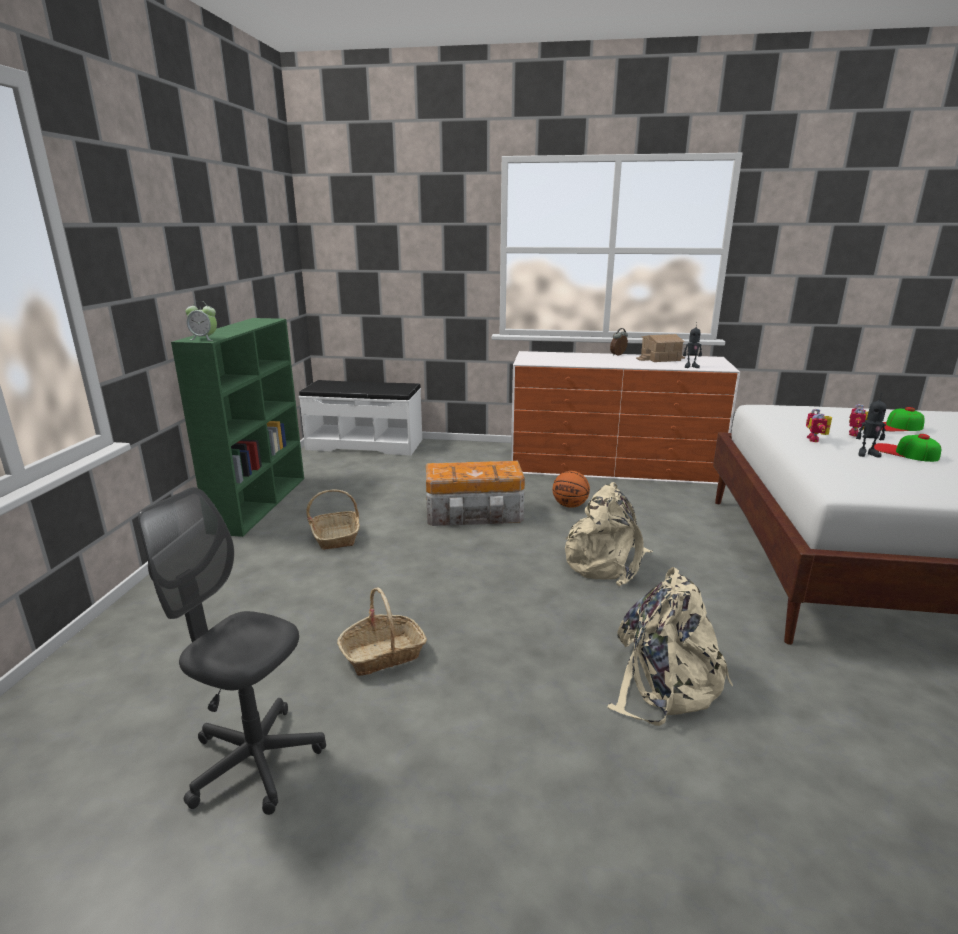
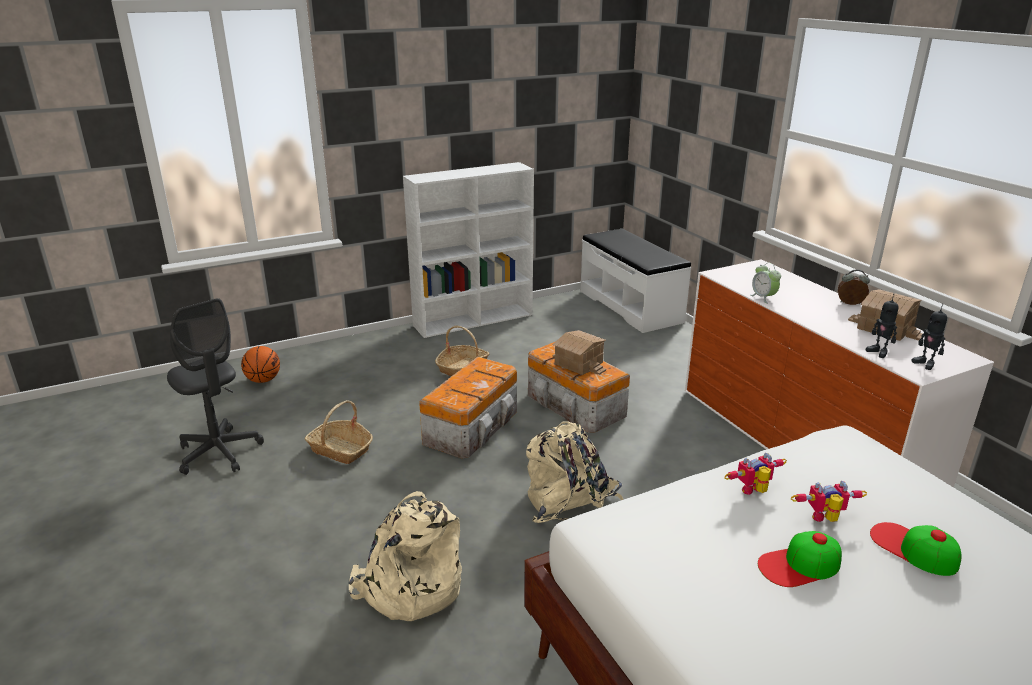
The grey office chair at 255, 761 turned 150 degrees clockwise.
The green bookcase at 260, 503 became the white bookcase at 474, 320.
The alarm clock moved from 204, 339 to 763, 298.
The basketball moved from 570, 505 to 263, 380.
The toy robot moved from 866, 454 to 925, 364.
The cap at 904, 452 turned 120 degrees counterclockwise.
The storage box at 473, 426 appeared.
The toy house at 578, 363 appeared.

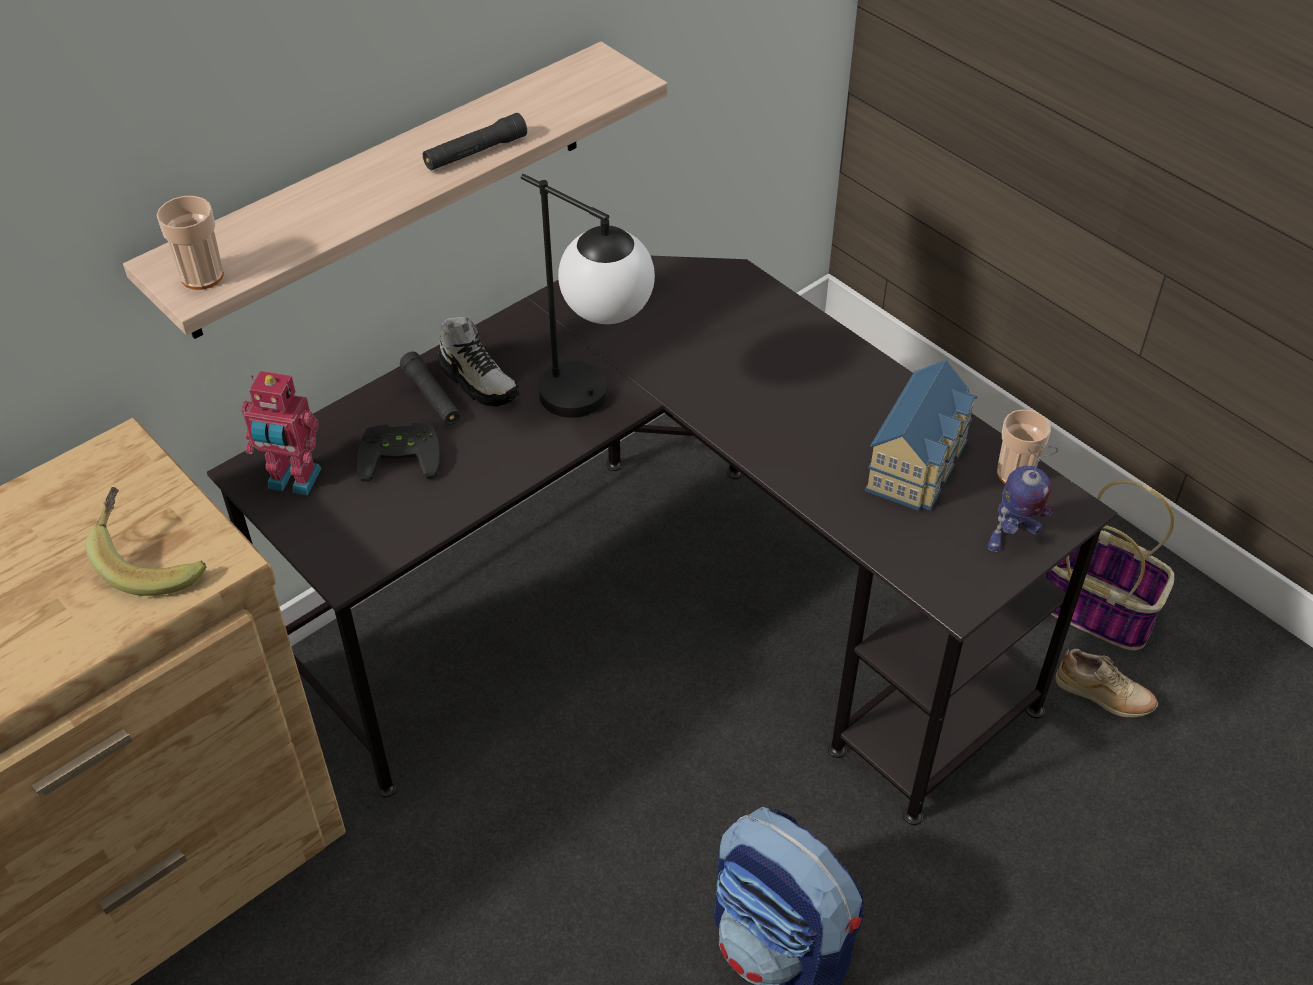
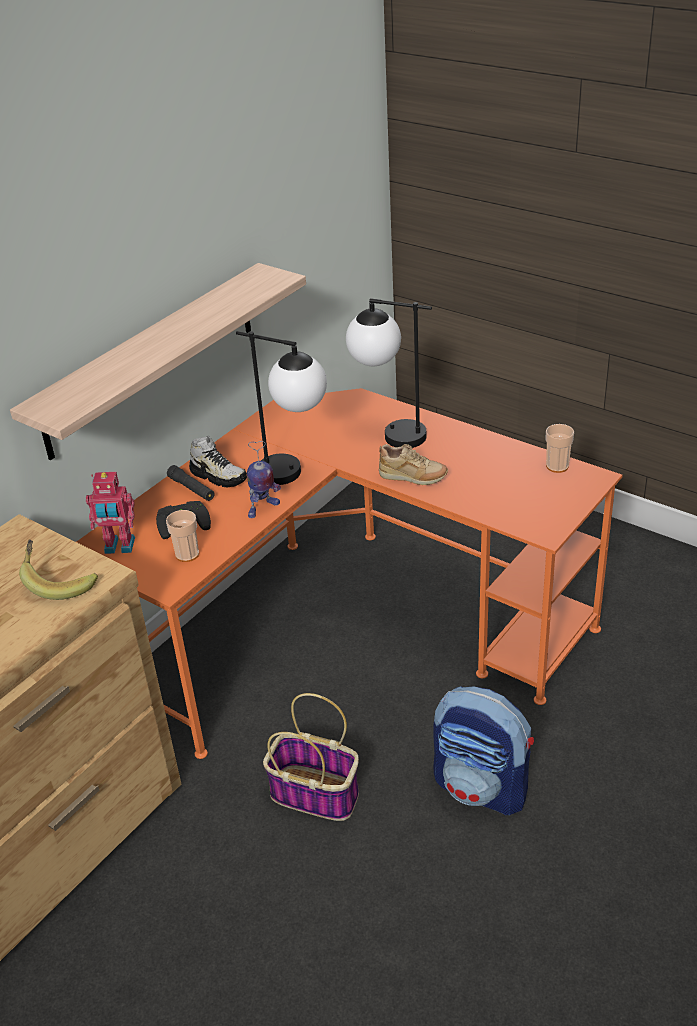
The cup moved from 202, 276 to 187, 554.
The black desk at 661, 622 became the orange desk at 350, 626.
The black flashlight at 475, 152 disappeared.
The toy house at 920, 464 disappeared.
The toy robot moved from 1012, 536 to 263, 509.
The basket moved from 1097, 610 to 316, 794.
The beige shoe moved from 1102, 698 to 413, 478.
The table lamp at 388, 434 appeared.

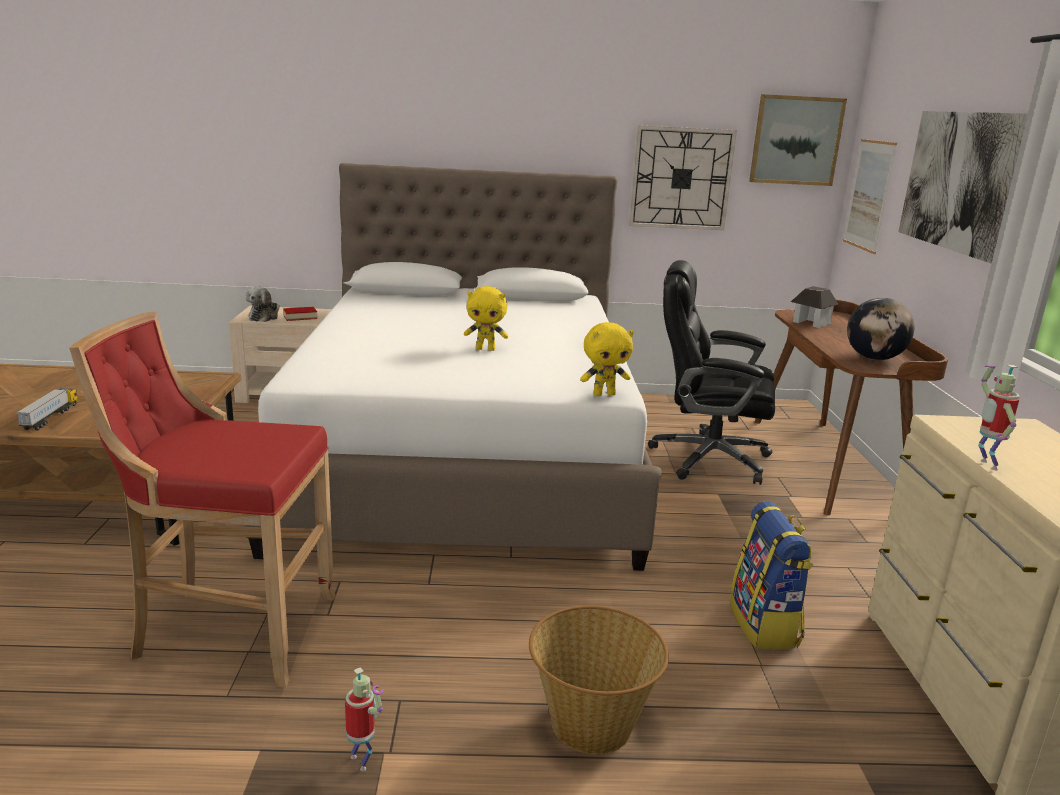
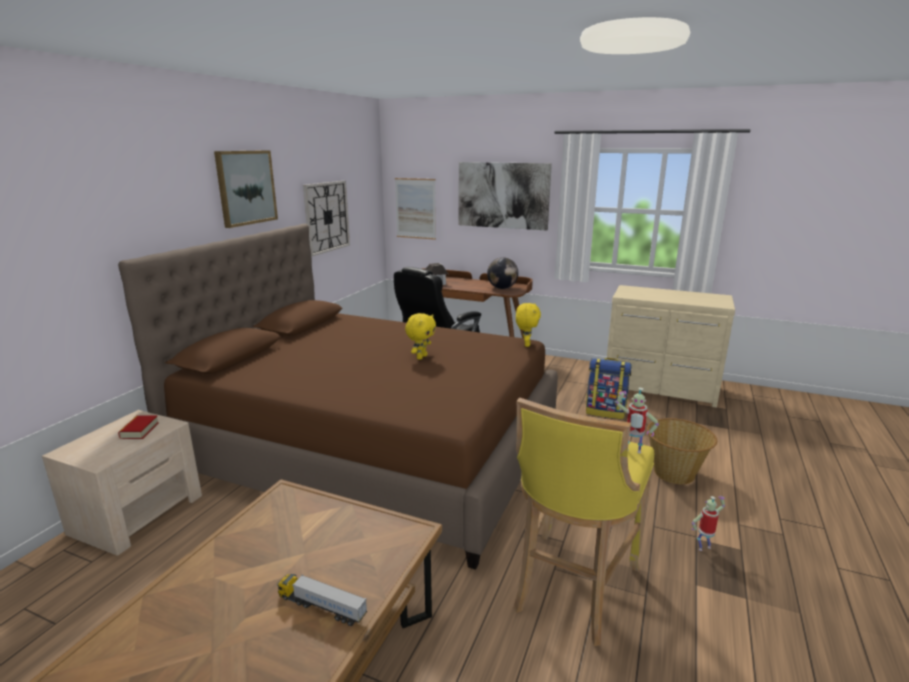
The red stool at 229, 630 became the yellow stool at 571, 589.
The white bed at 465, 457 became the brown bed at 373, 448.
The plush toy at 264, 317 disappeared.
The picture moved from 796, 140 to 246, 187.
The toy robot moved from 985, 464 to 632, 452.

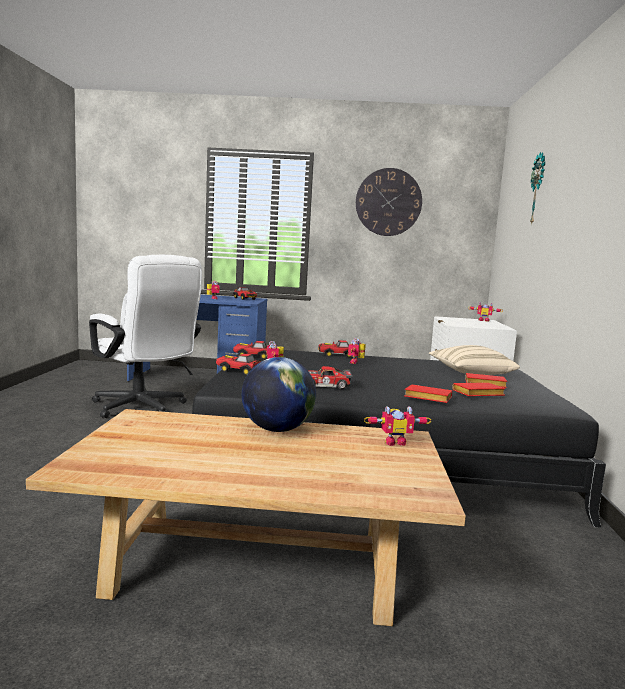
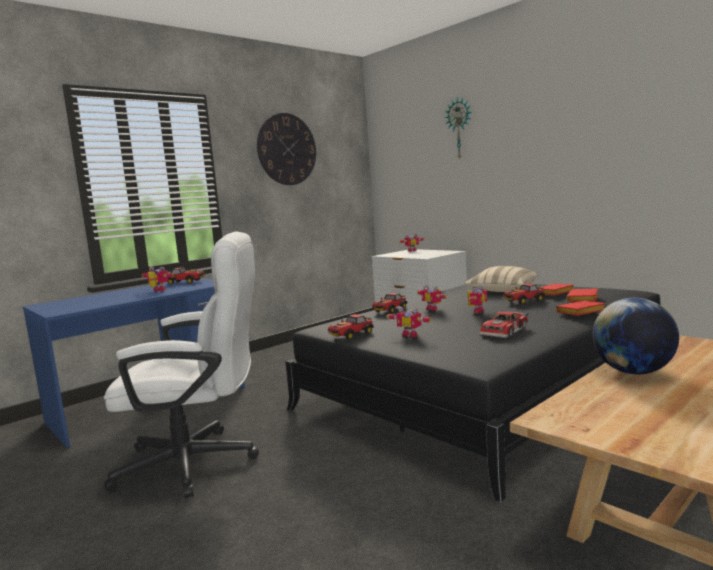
The toy car moved from 238, 371 to 523, 301.
The toy robot moved from 394, 442 to 476, 311.

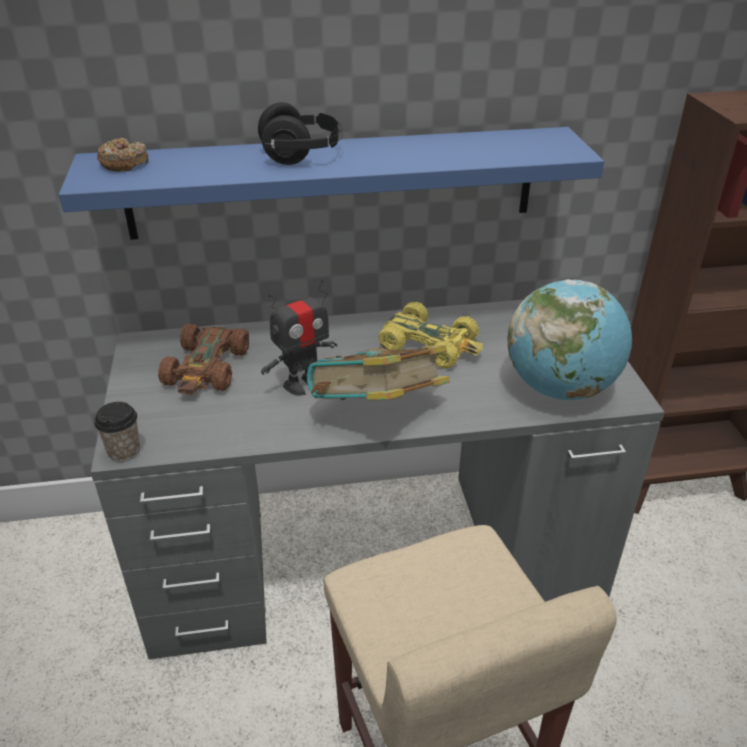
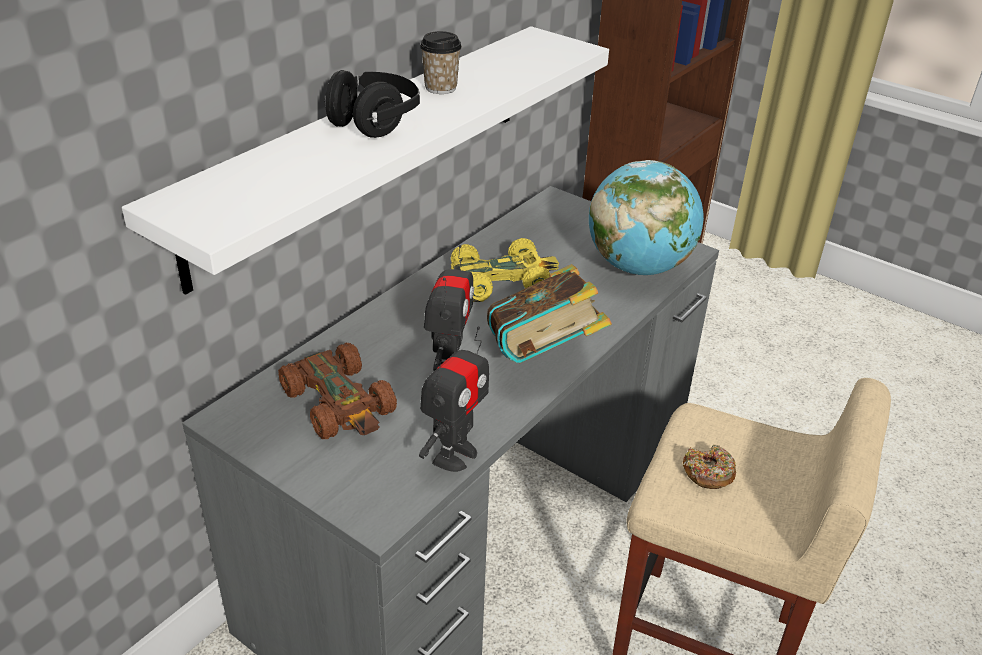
The blue shelf at 333, 183 became the white shelf at 367, 147.
The cup moved from 124, 451 to 440, 88.
The donut moved from 124, 163 to 708, 473.
The toy robot at 454, 455 appeared.

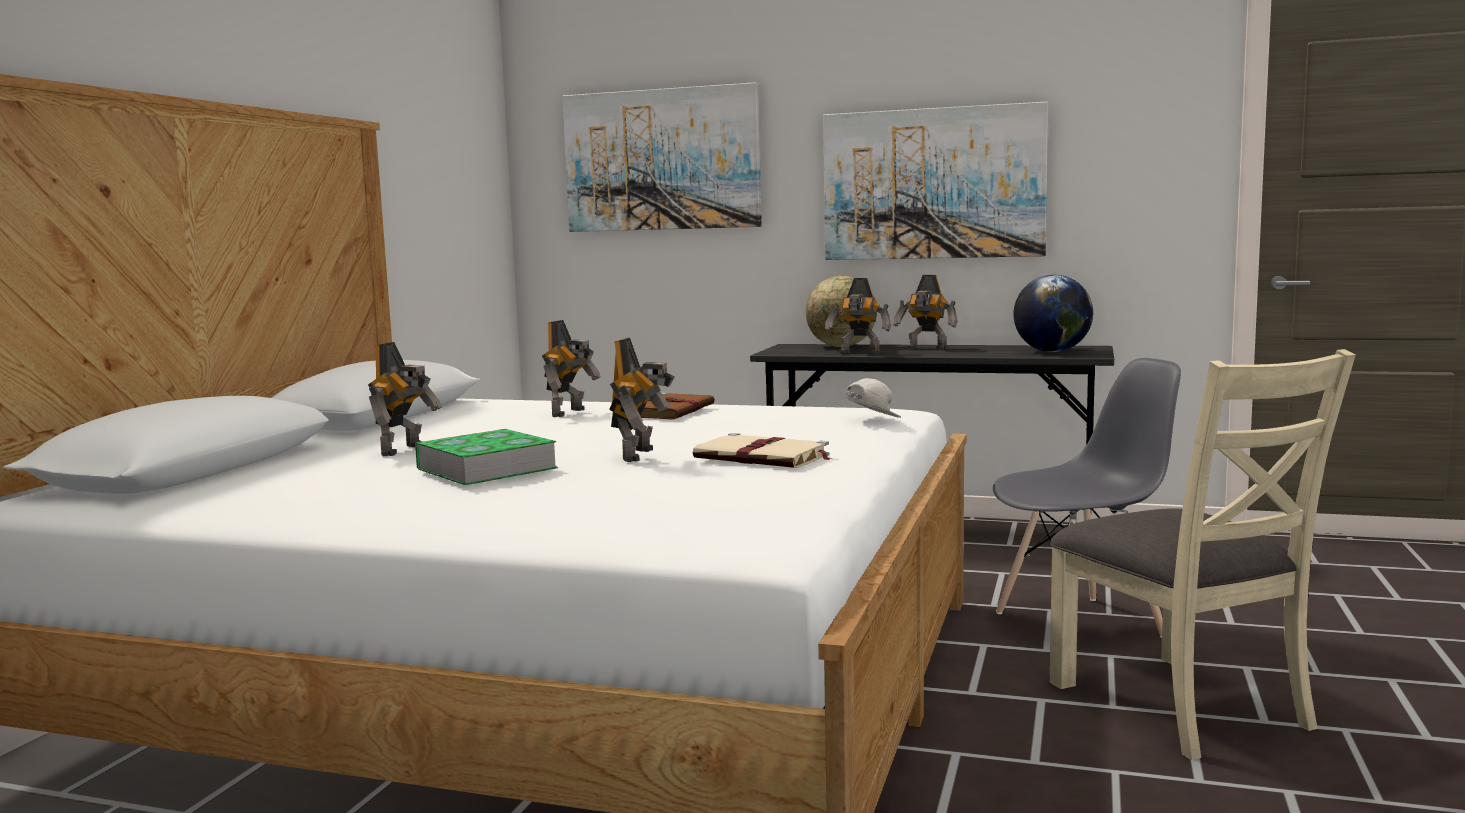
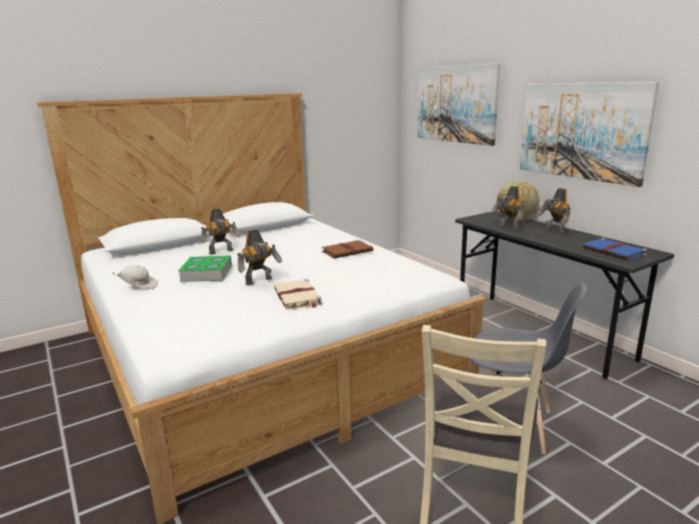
The toy robot at 570, 413 disappeared.
The white cap moved from 870, 420 to 139, 286.
The globe at 1052, 351 was replaced by the blue book at 614, 252.

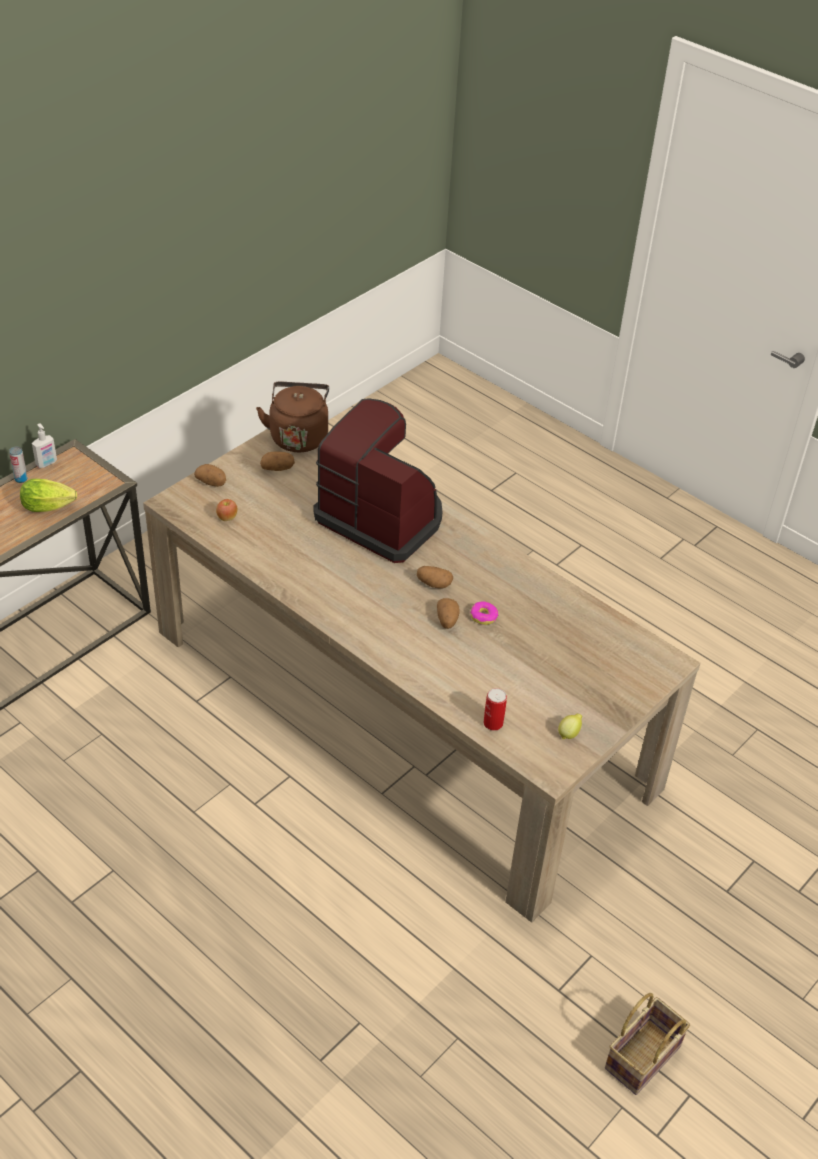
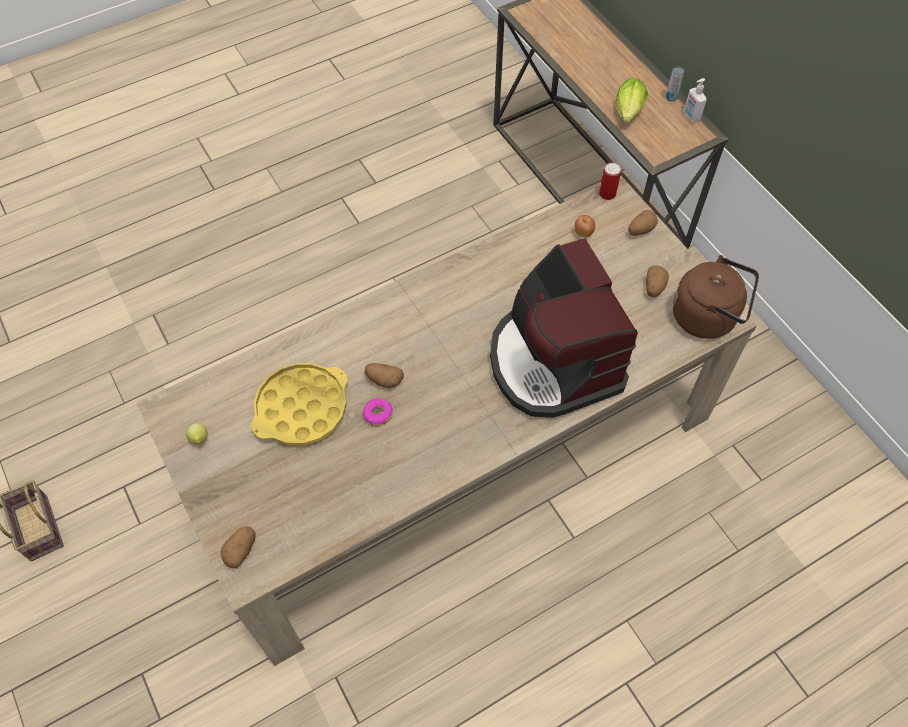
The coffee machine at 382, 517 turned 105 degrees clockwise.
The potato moved from 433, 584 to 241, 550.
The can moved from 493, 723 to 607, 194.
The yellow tray at 301, 408 appeared.

